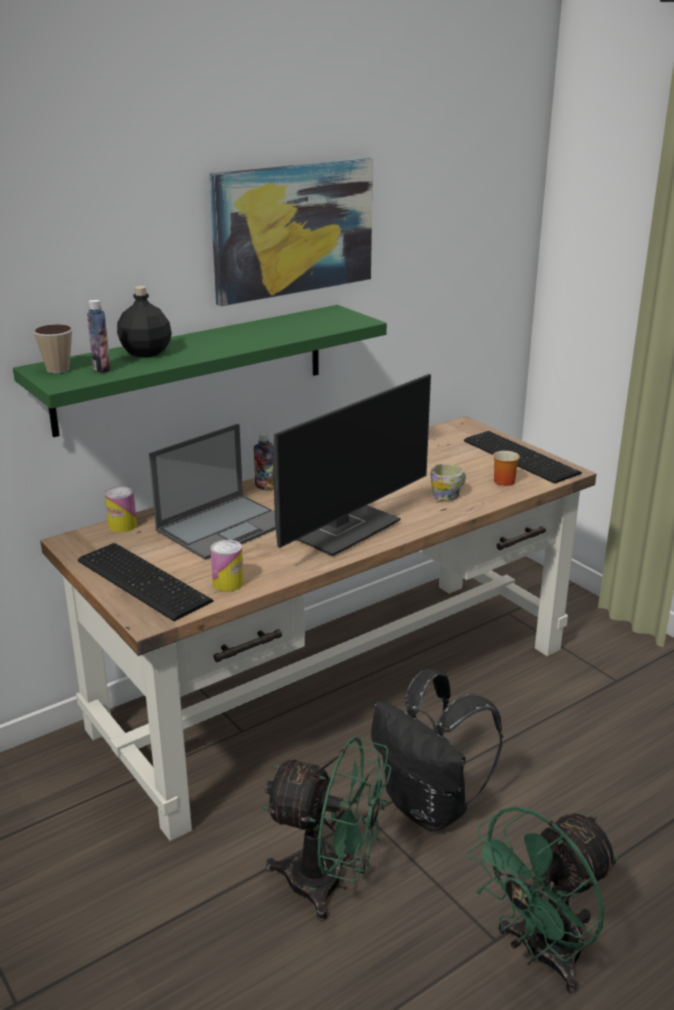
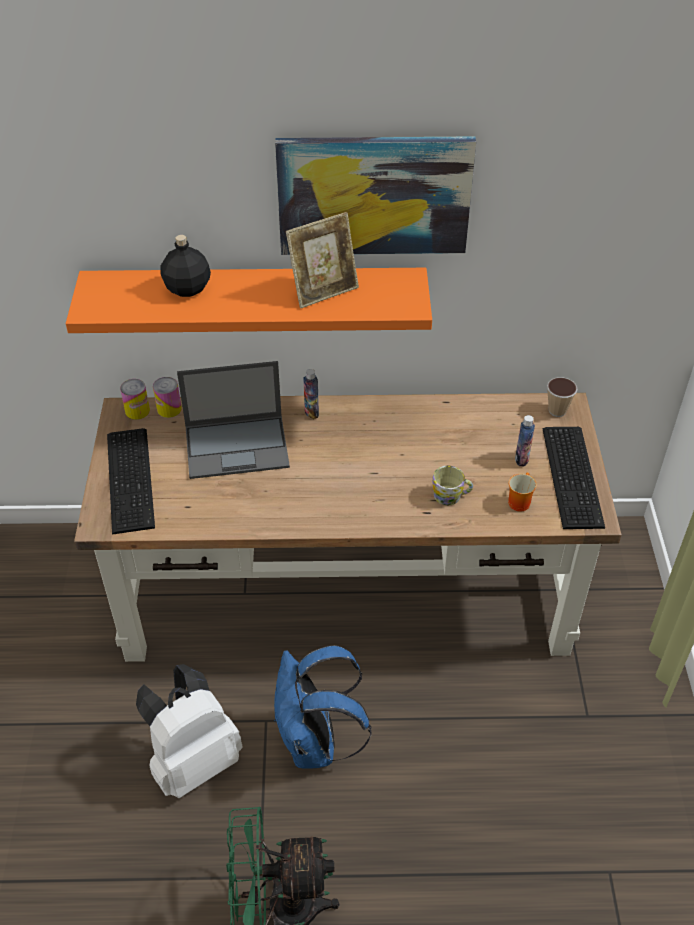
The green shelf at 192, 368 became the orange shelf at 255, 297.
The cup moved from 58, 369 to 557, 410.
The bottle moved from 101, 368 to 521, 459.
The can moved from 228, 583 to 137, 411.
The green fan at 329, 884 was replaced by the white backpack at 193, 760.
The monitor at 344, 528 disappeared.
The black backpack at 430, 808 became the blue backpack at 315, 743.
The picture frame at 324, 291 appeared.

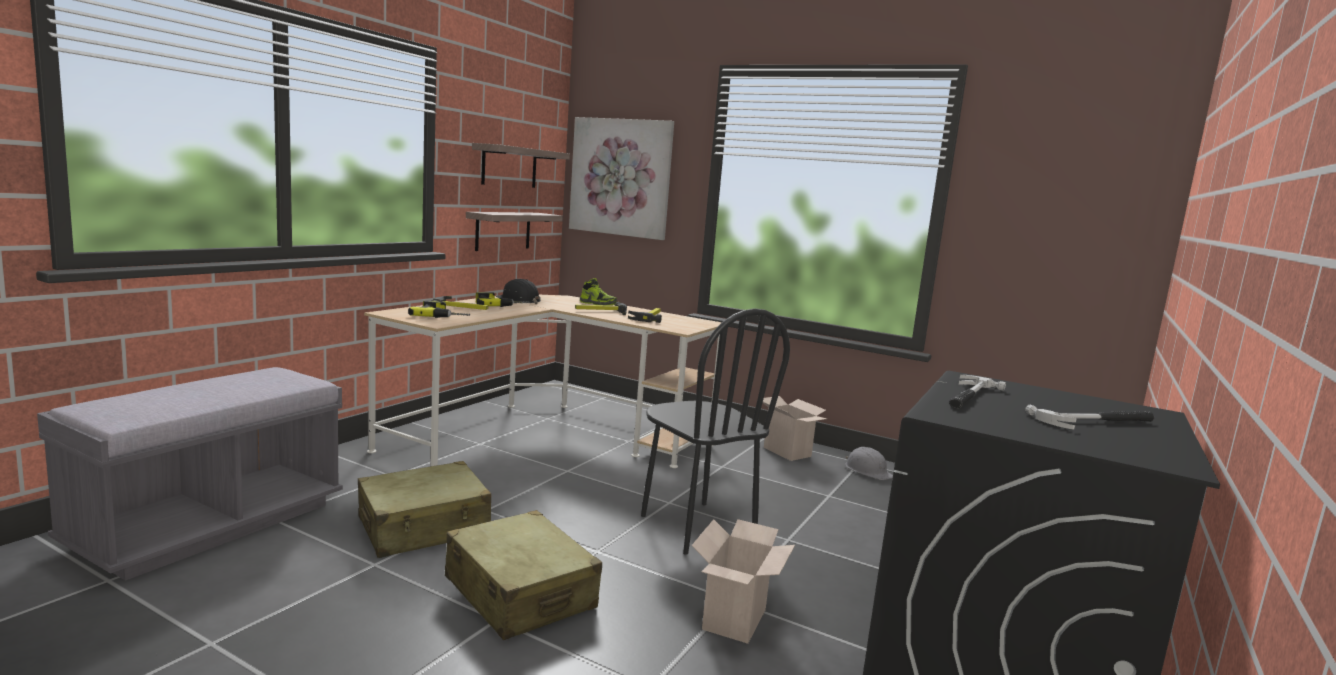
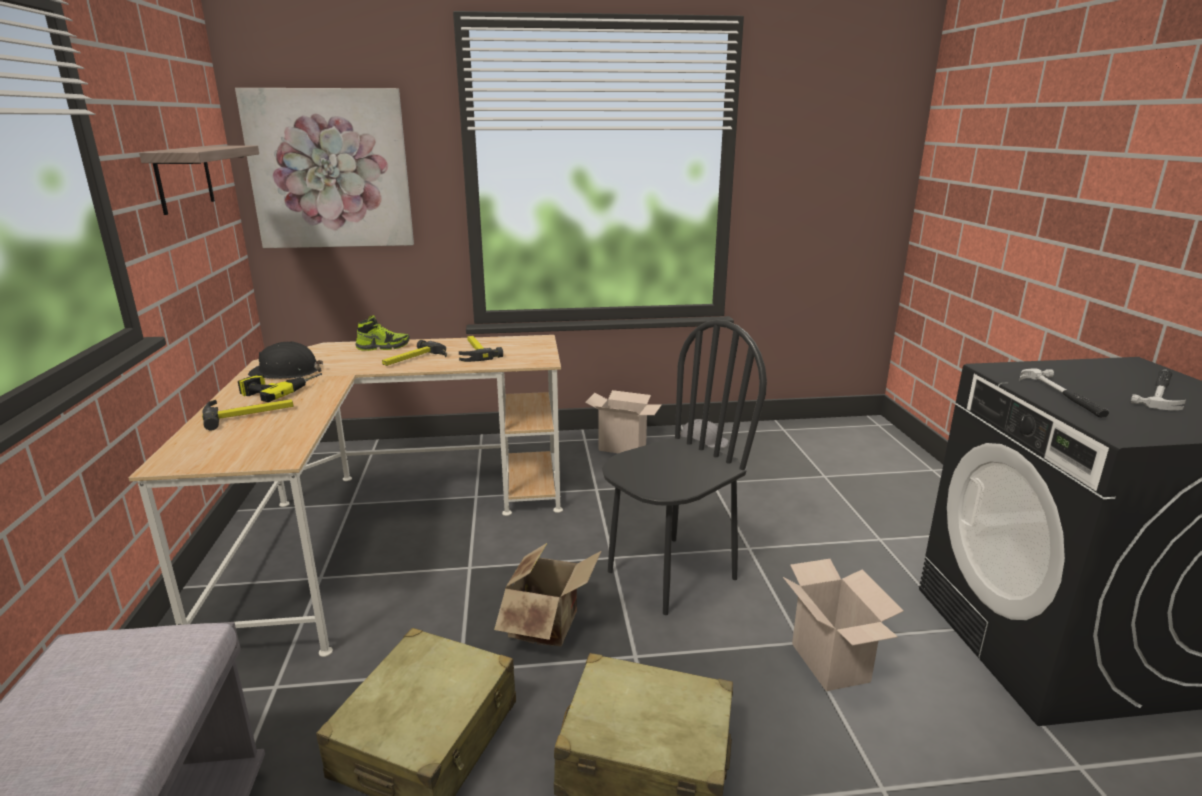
The power drill at 443, 315 disappeared.
The shelf at 503, 231 disappeared.
The black chair at 696, 527 turned 60 degrees counterclockwise.
The cardboard box at 550, 625 appeared.

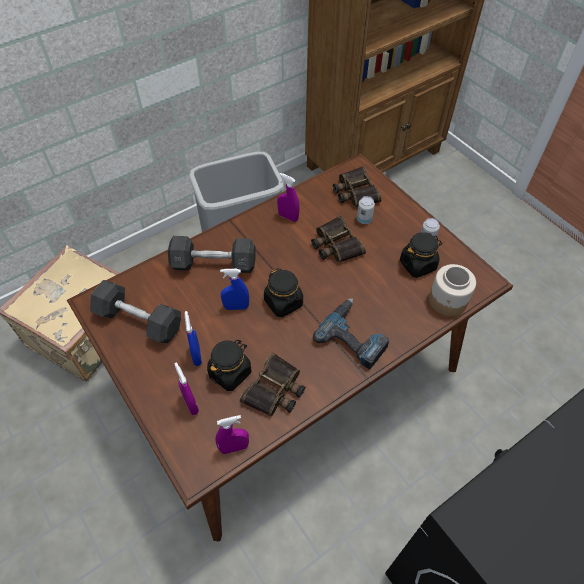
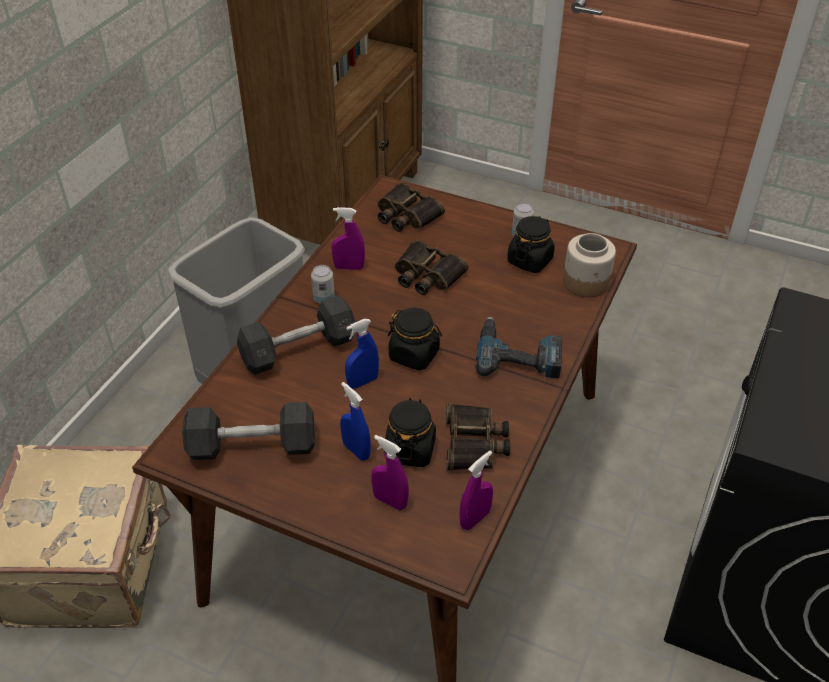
The can moved from 364, 219 to 324, 298.

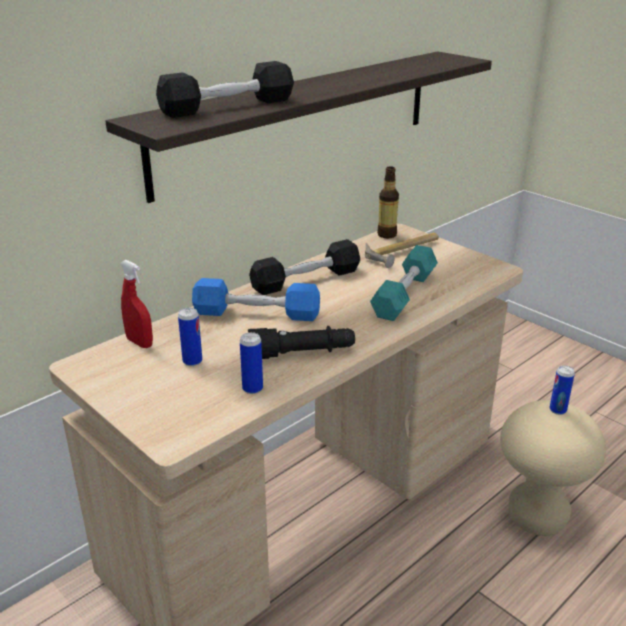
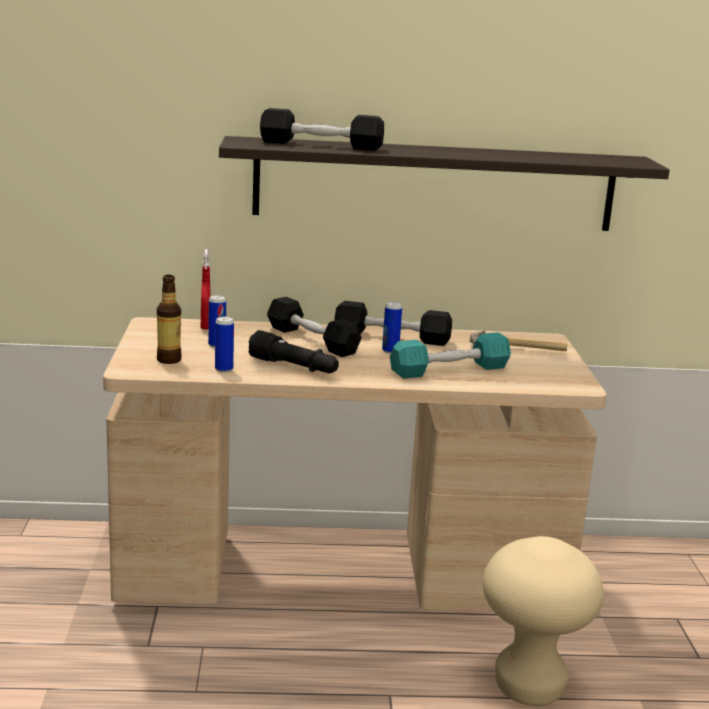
The blue dumbbell at 257, 313 became the black dumbbell at 312, 340.
The bottle moved from 387, 234 to 169, 360.
The can moved from 557, 410 to 390, 351.

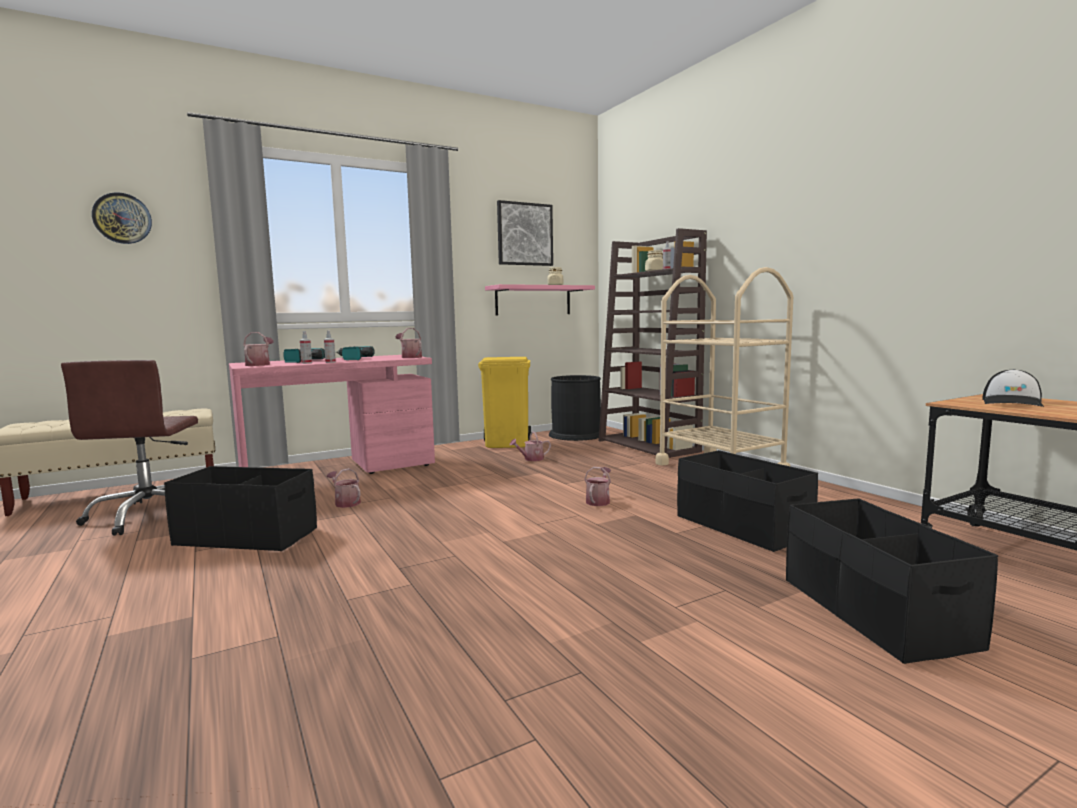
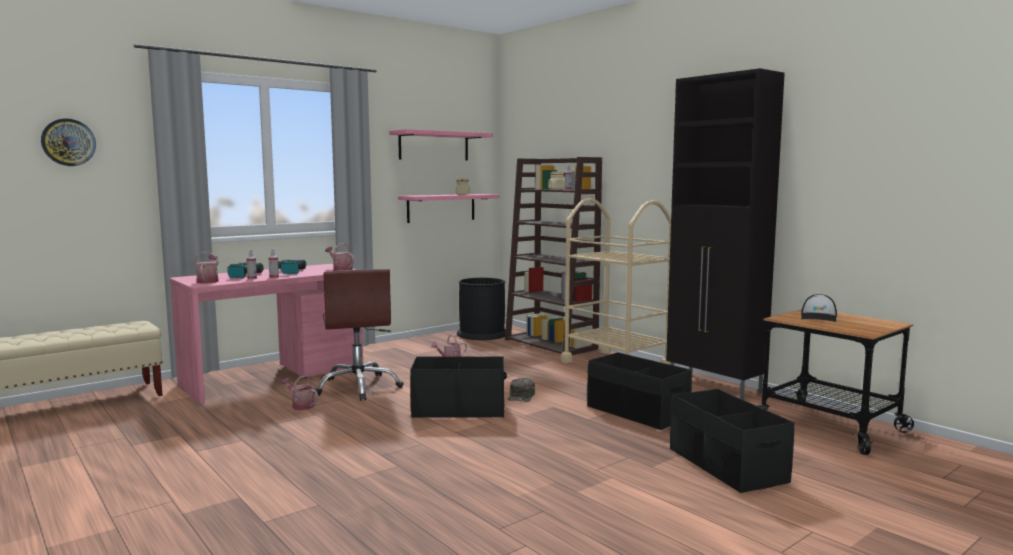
The brown office chair moved from 149, 515 to 358, 387.
The black storage box moved from 247, 536 to 459, 409.
The yellow trash can at 507, 444 disappeared.
The picture at 524, 234 was replaced by the pink shelf at 434, 146.
The watering can at 598, 501 was replaced by the green cap at 521, 396.
The black cabinet at 715, 386 appeared.

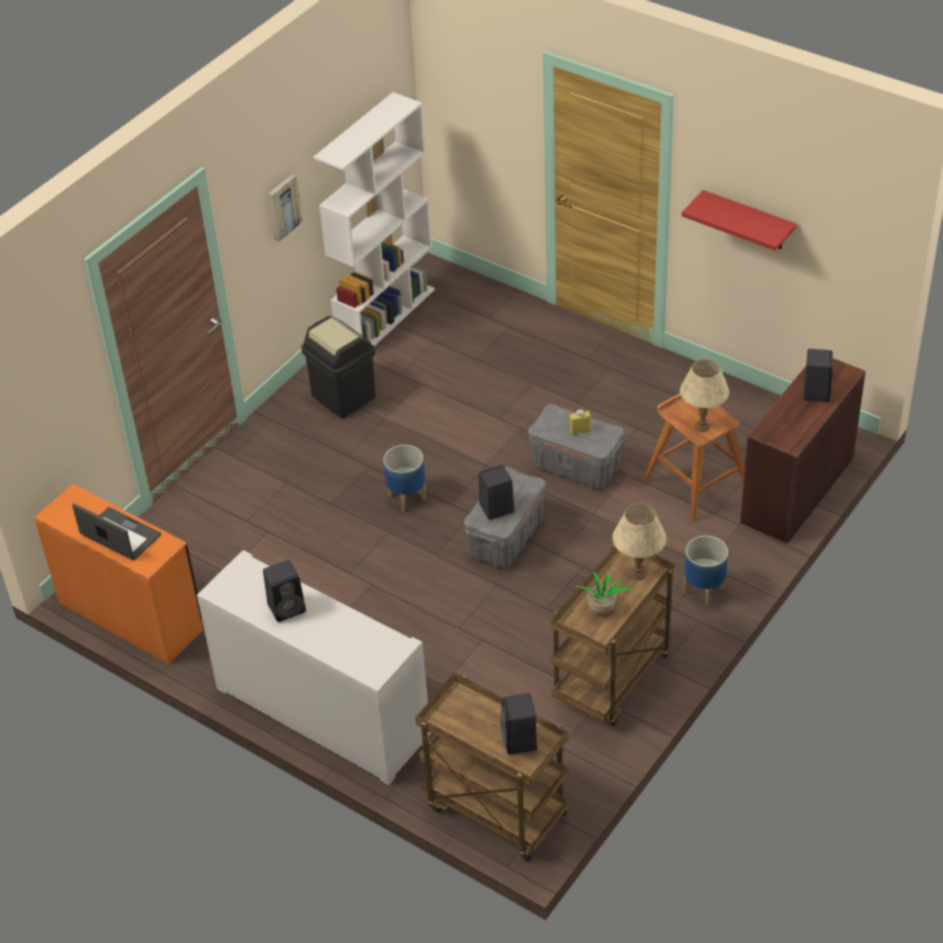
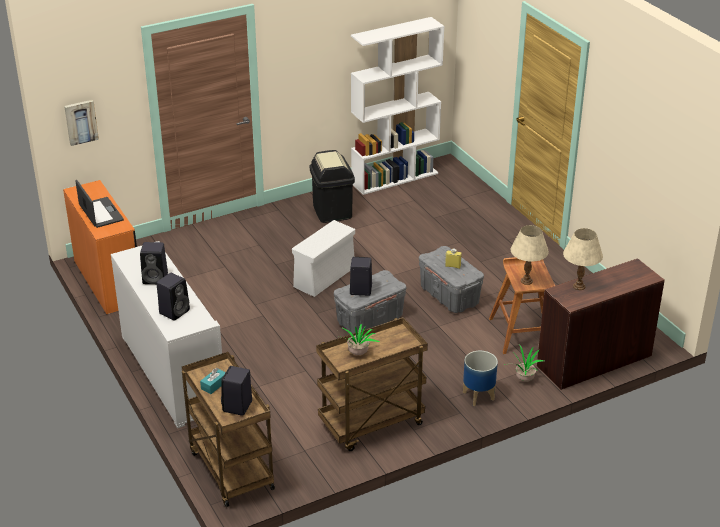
The picture moved from 283, 206 to 81, 122.
The planter at 406, 497 was replaced by the white storage box at 325, 276.
The beige table lamp moved from 638, 574 to 579, 286.
The red shelf at 748, 221 disappeared.
The black speaker moved from 816, 391 to 175, 311.
The turquoise tissue box at 214, 385 appeared.
The potted plant at 524, 378 appeared.

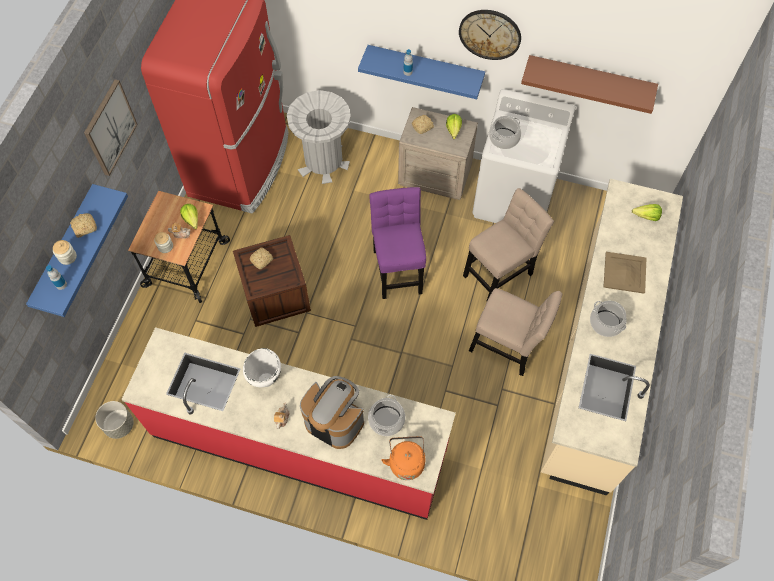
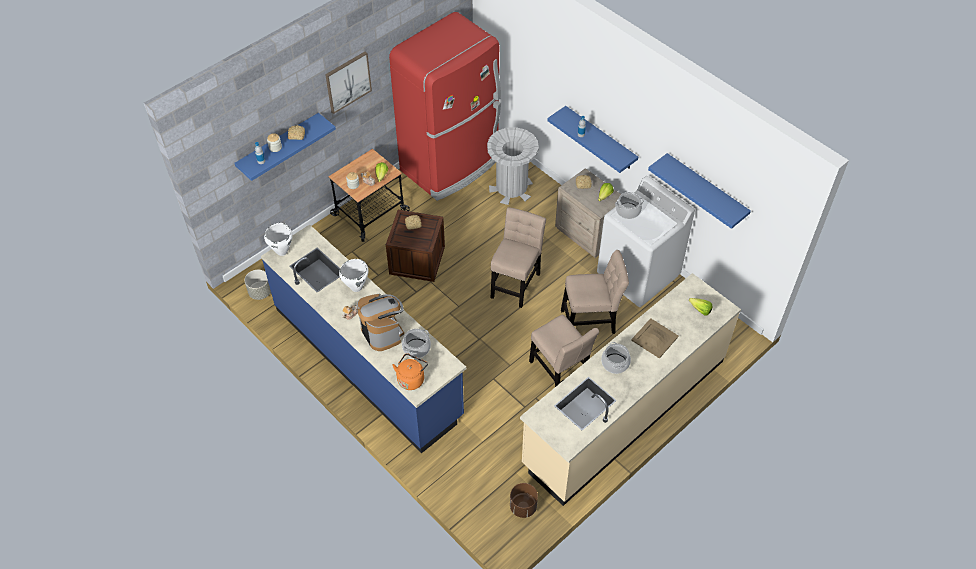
The red counter at 299, 443 became the blue counter at 368, 361.
The purple chair at 398, 268 became the beige chair at 516, 283.
The wall clock at 490, 34 disappeared.
The brown shelf at 590, 79 became the blue shelf at 706, 189.
The white cooking pot at 281, 251 appeared.
The brown planter at 523, 507 appeared.

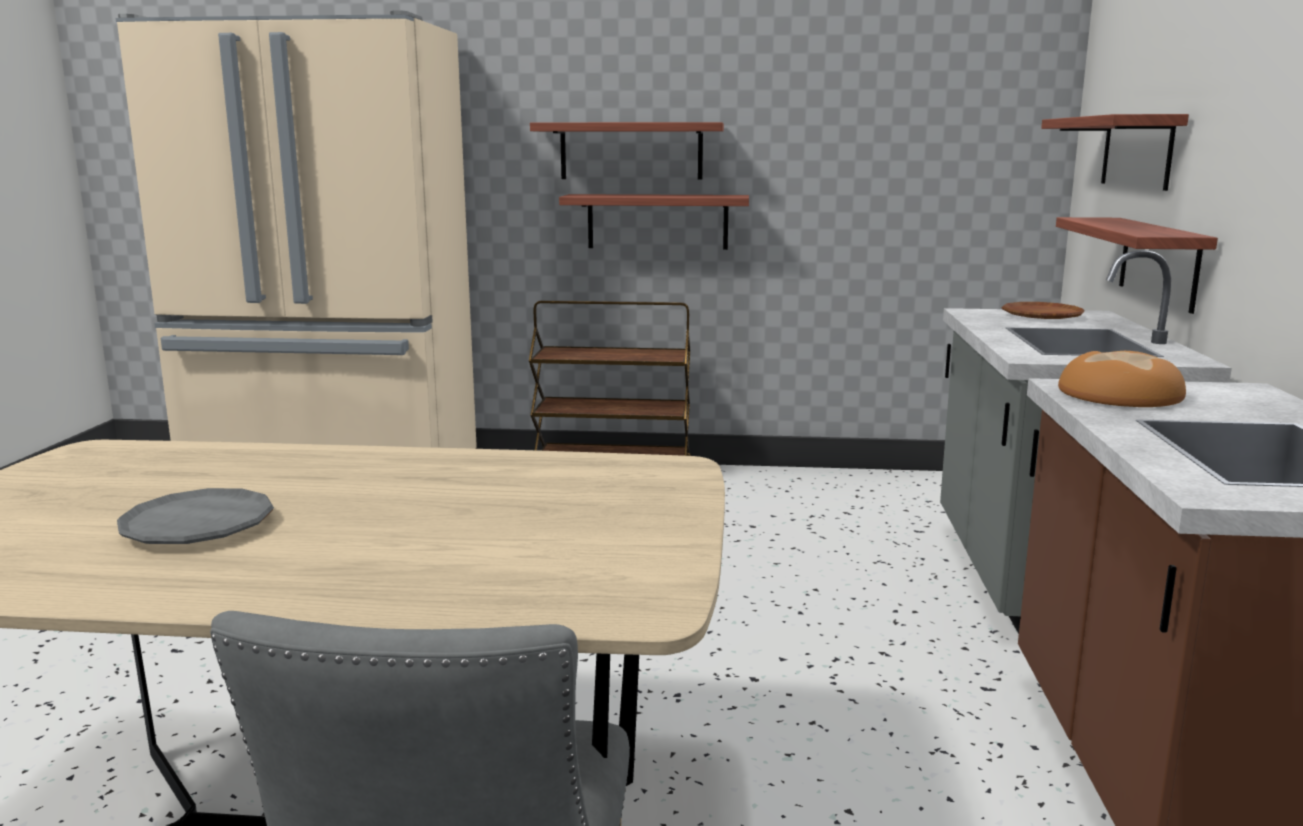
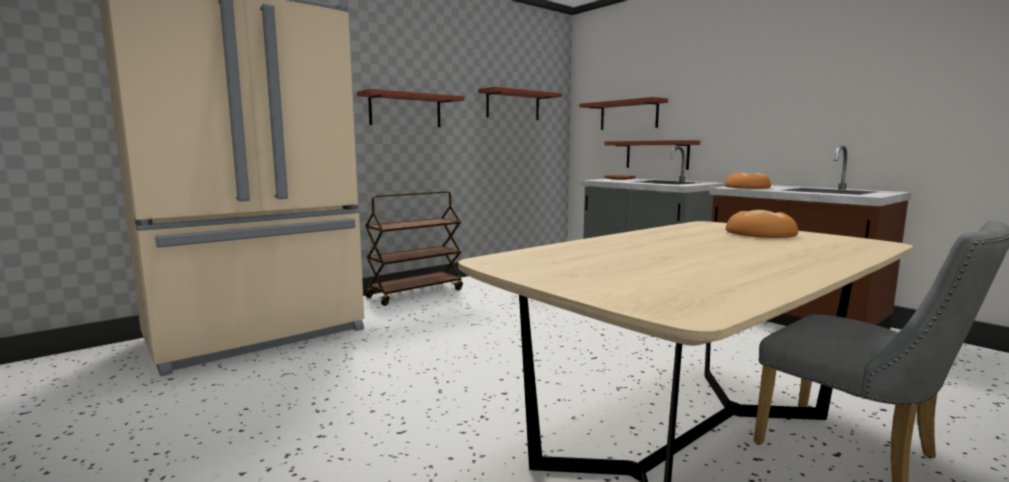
The grey plate at 198, 527 disappeared.
The shelf moved from 657, 221 to 513, 105.
The bread at 759, 233 appeared.

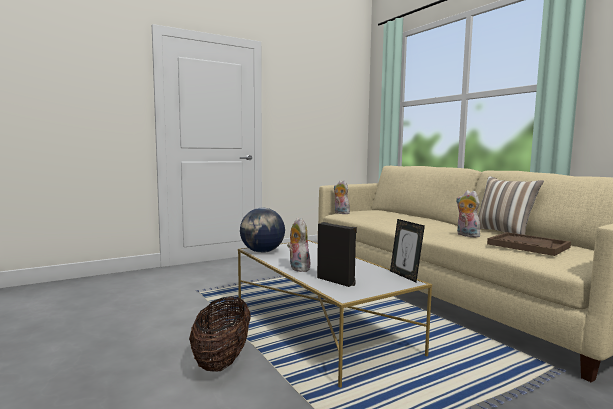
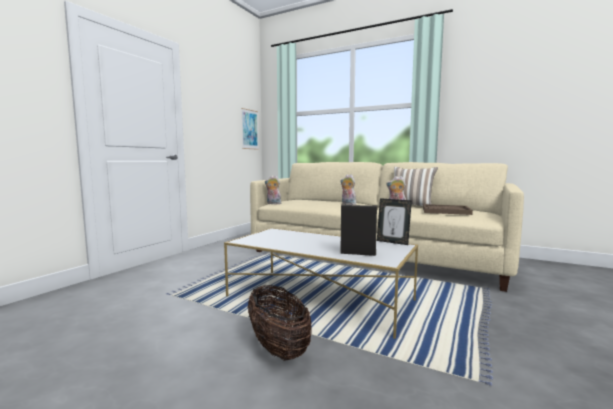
The globe at 262, 252 disappeared.
The plush toy moved from 297, 268 to 347, 204.
The picture at 249, 129 appeared.

